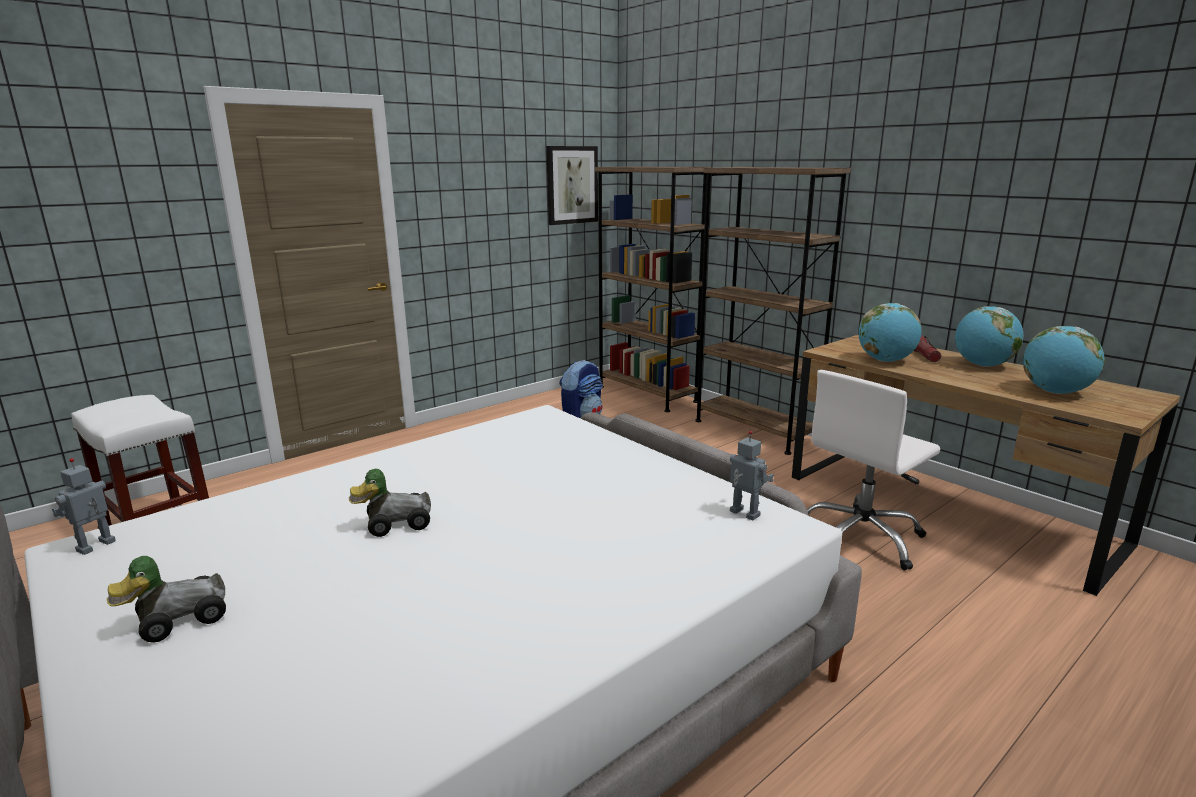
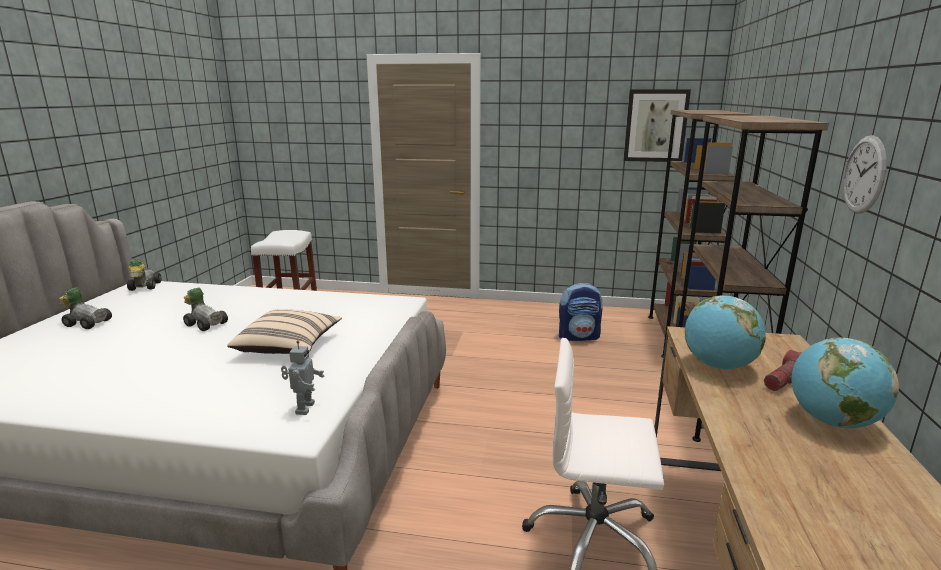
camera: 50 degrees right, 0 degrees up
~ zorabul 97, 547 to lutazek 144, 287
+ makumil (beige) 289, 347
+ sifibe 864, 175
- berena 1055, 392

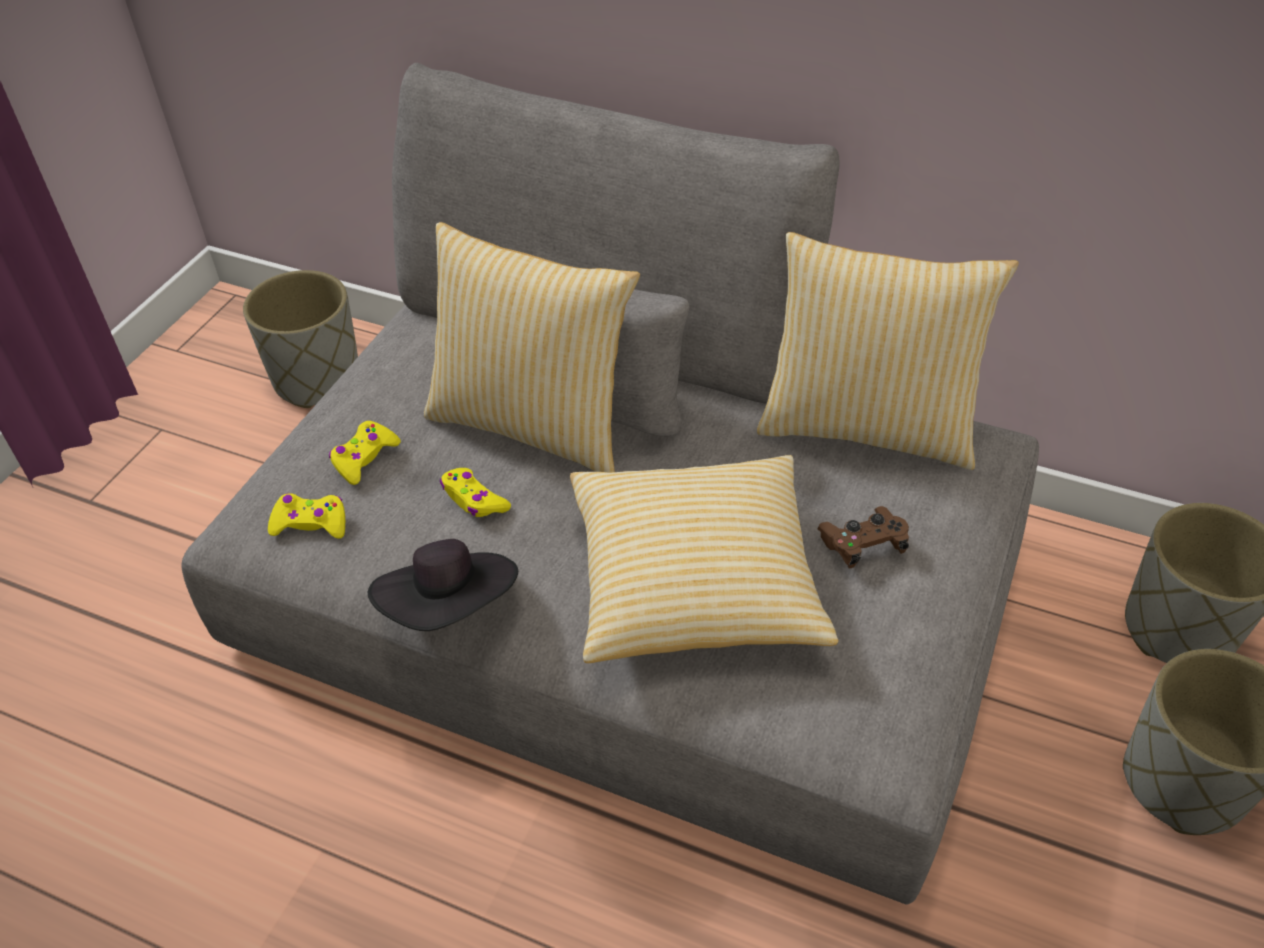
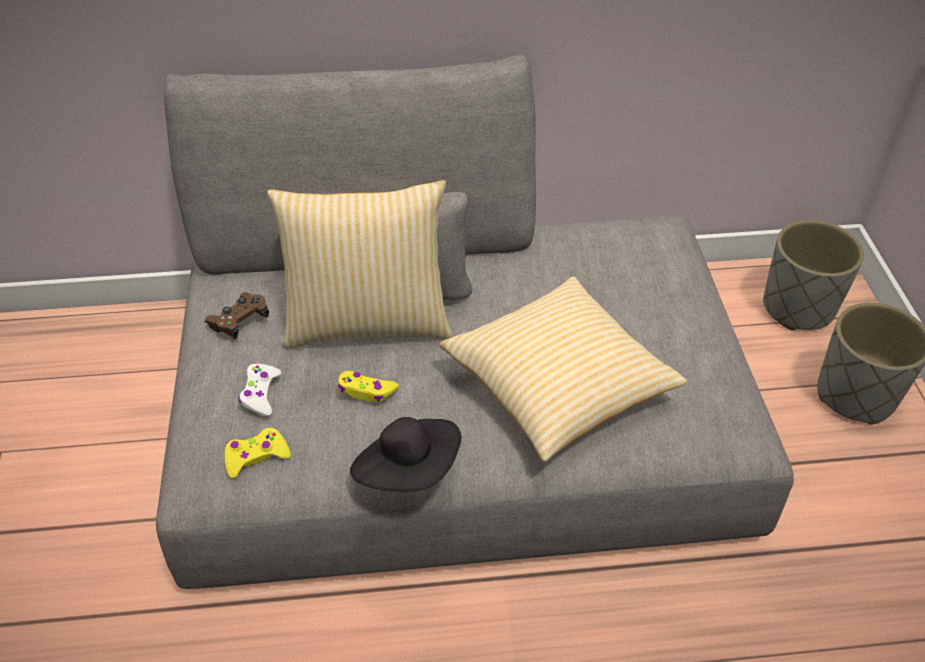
camera: 30 degrees left, 0 degrees up
~ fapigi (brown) 863, 545 to 240, 322
~ fapigi (yellow) 364, 458 to fapigi (white) 260, 394
- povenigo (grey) 317, 380
- makumil 867, 426

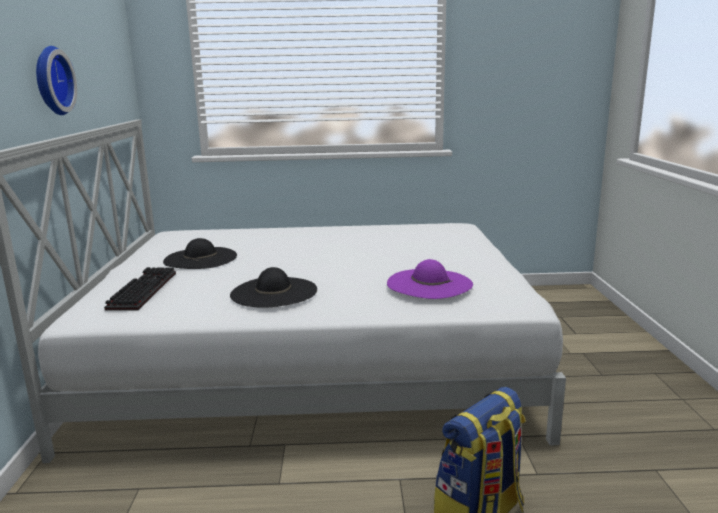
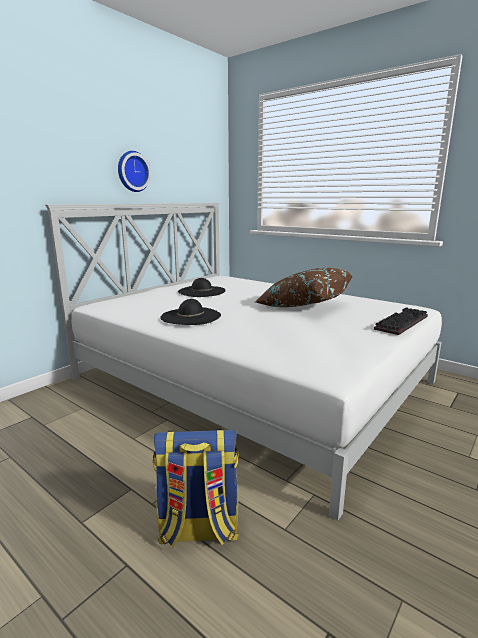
camera: 40 degrees right, 0 degrees up
+ makumil (brown) 302, 305
~ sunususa 142, 290 to 400, 322
- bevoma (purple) 429, 283

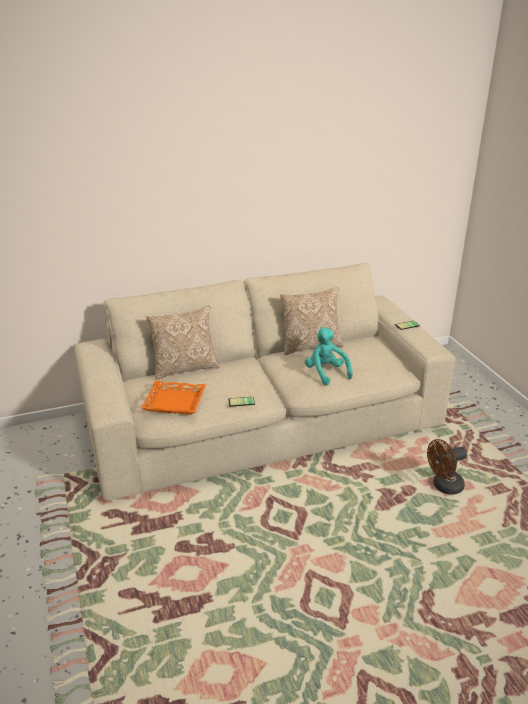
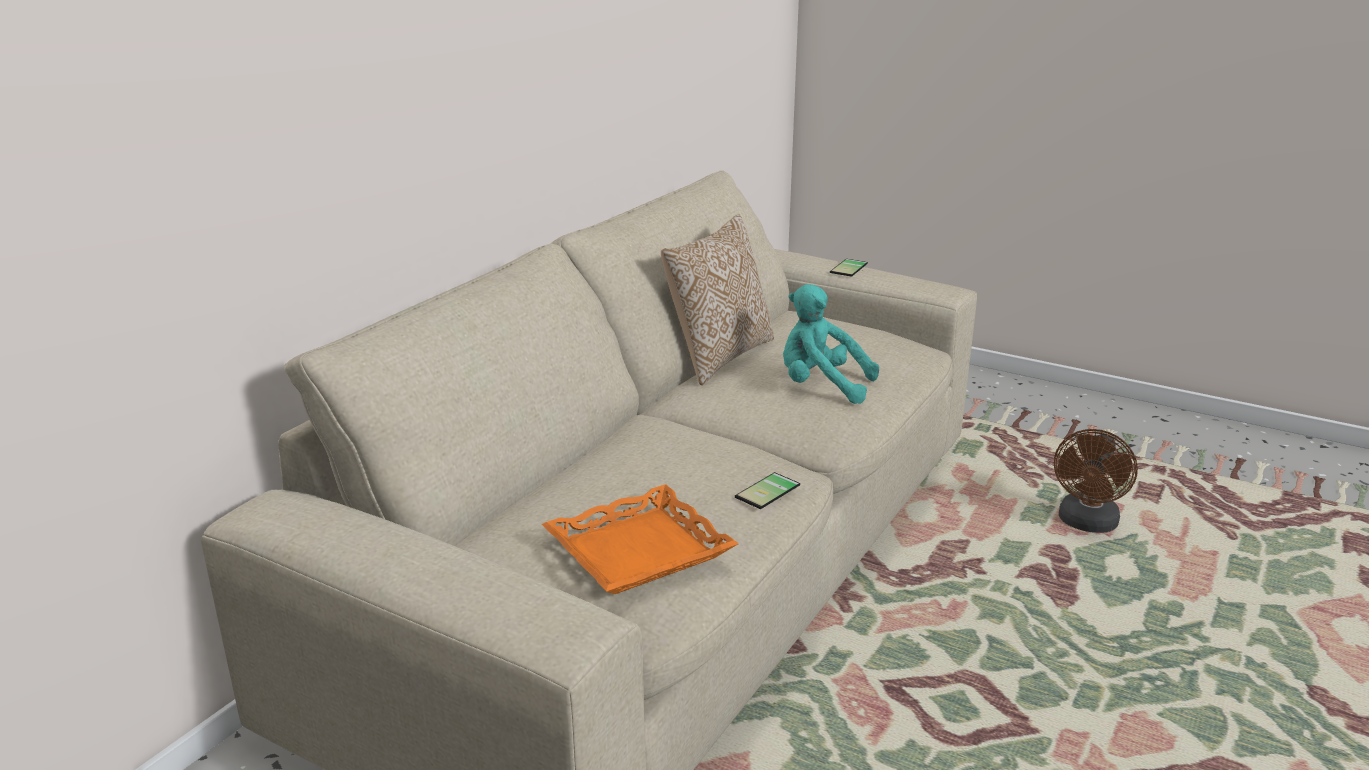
camera: 40 degrees left, 5 degrees down
- makumil 184, 368

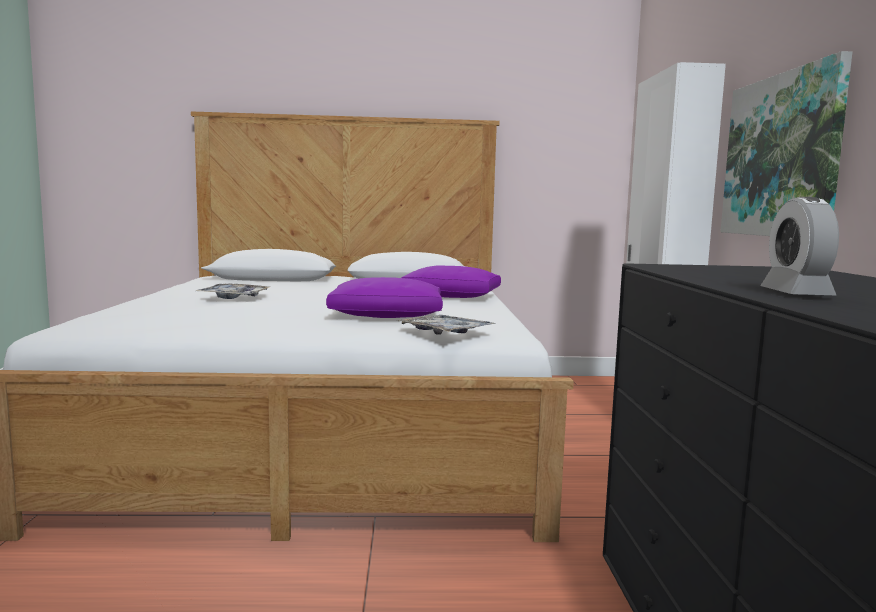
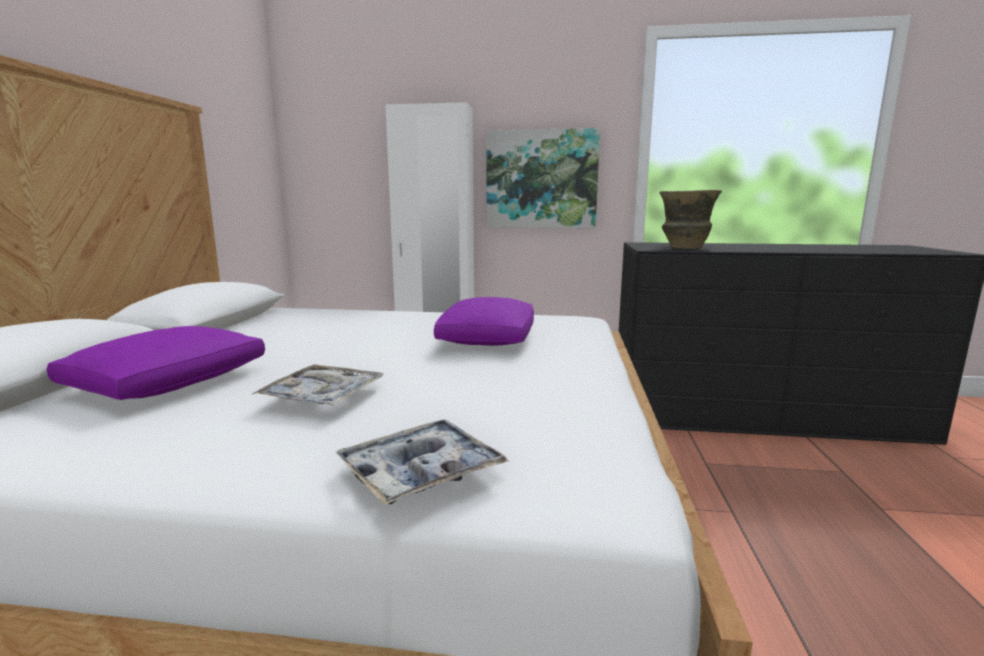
camera: 80 degrees left, 5 degrees up
~ makumil (purple) 452, 296 to 170, 382
~ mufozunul 446, 332 to 420, 472
+ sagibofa 684, 248
- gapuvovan 796, 293

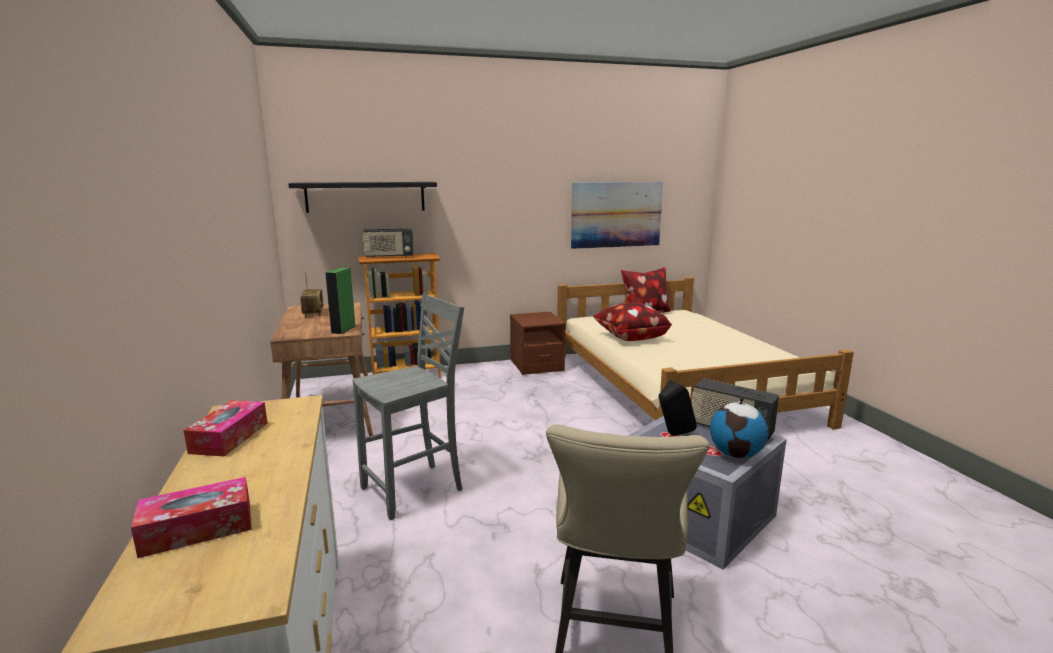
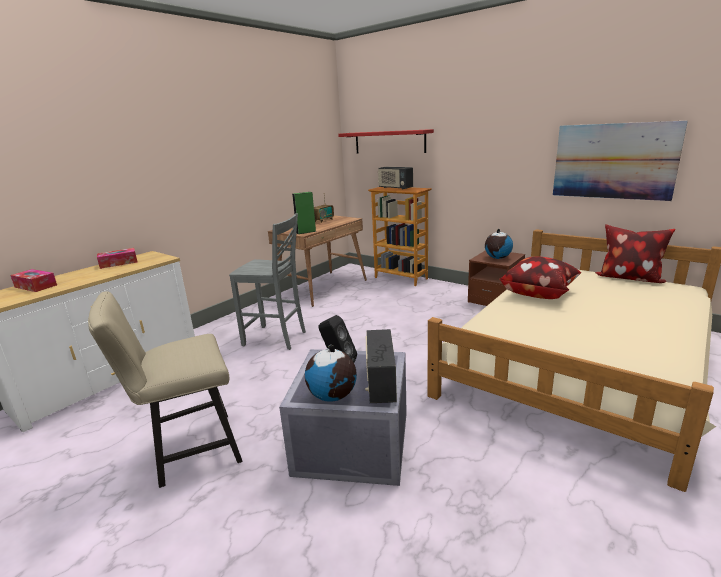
camera: 55 degrees right, 5 degrees up
~ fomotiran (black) 365, 196 to fomotiran (red) 389, 142
+ berena 497, 258

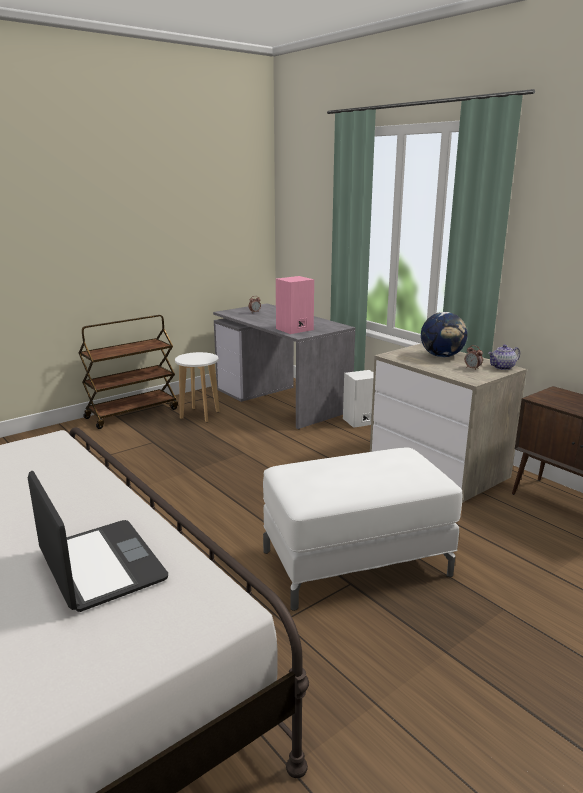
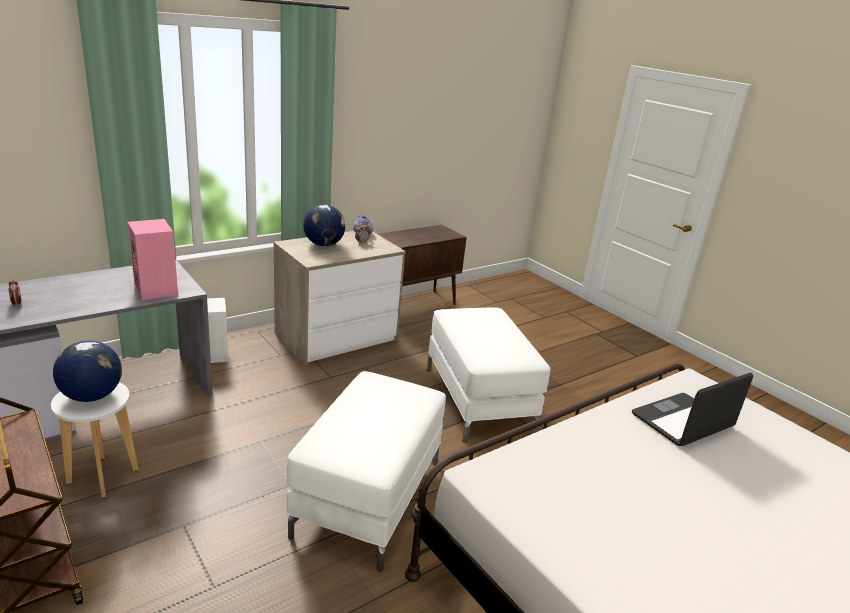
camera: 90 degrees left, 5 degrees up
+ berena 91, 396
+ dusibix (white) 368, 495

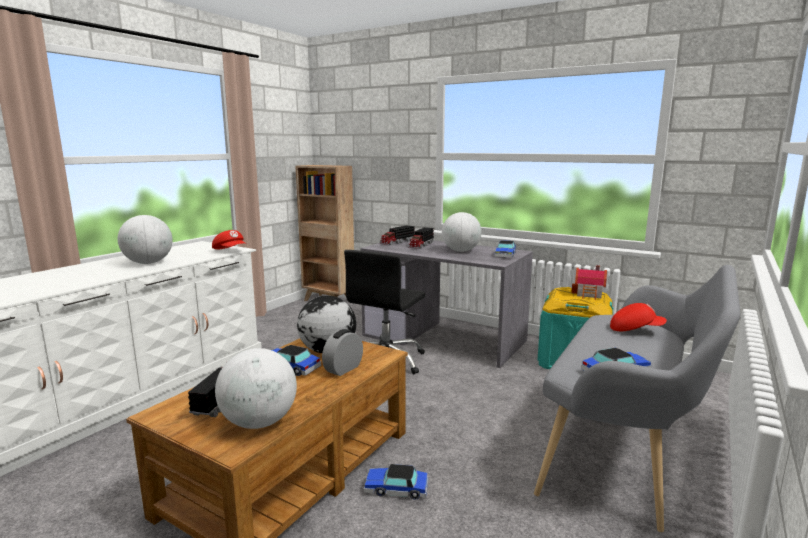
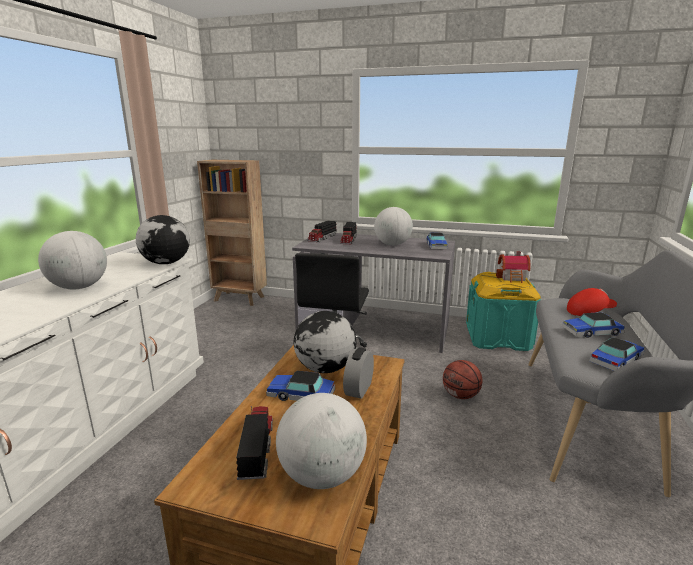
camera: 15 degrees left, 5 degrees up
~ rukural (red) 230, 251 to berena 166, 263
+ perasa 460, 395
~ lutazek 396, 489 to 592, 332

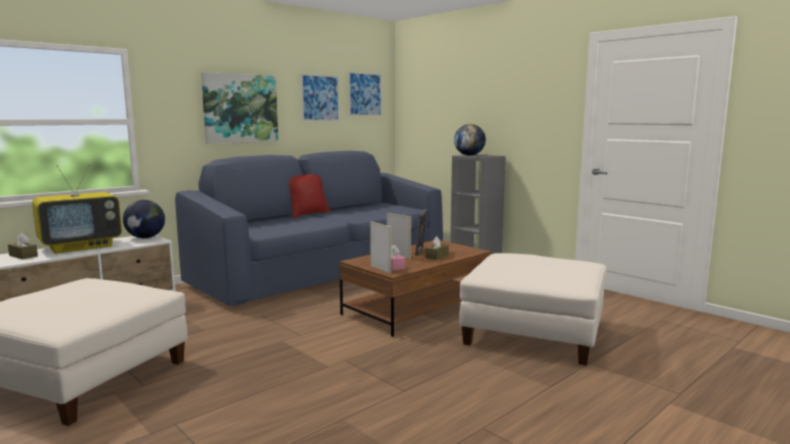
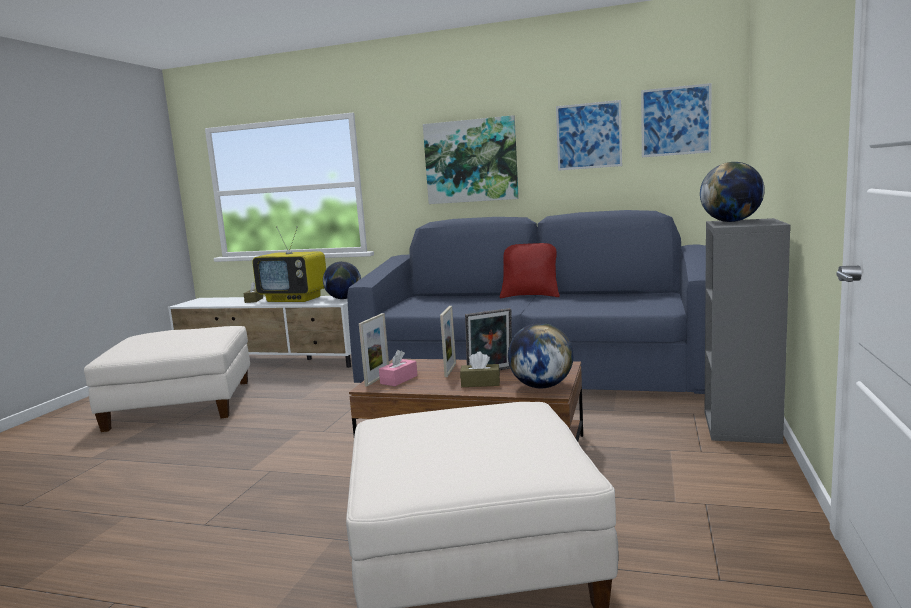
camera: 60 degrees right, 0 degrees up
+ berena 541, 386

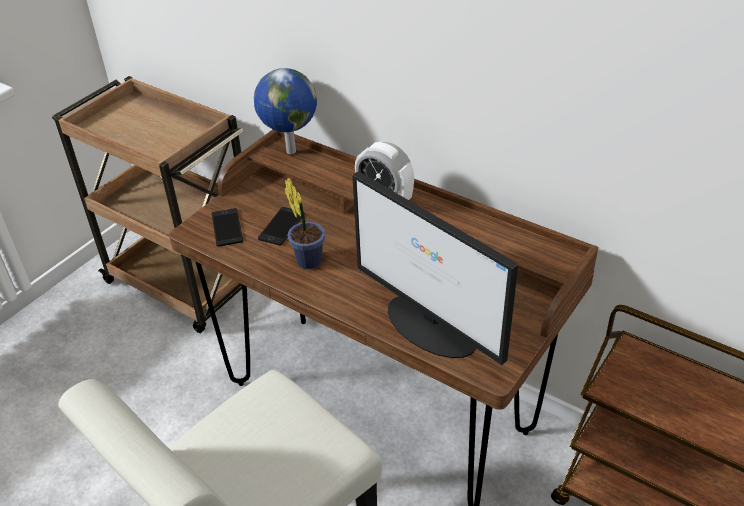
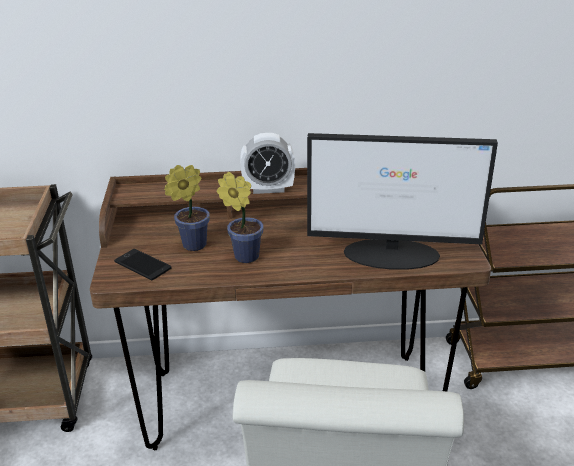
camera: 40 degrees left, 10 degrees down
~ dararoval 281, 226 to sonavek 191, 245
- berena 289, 151

